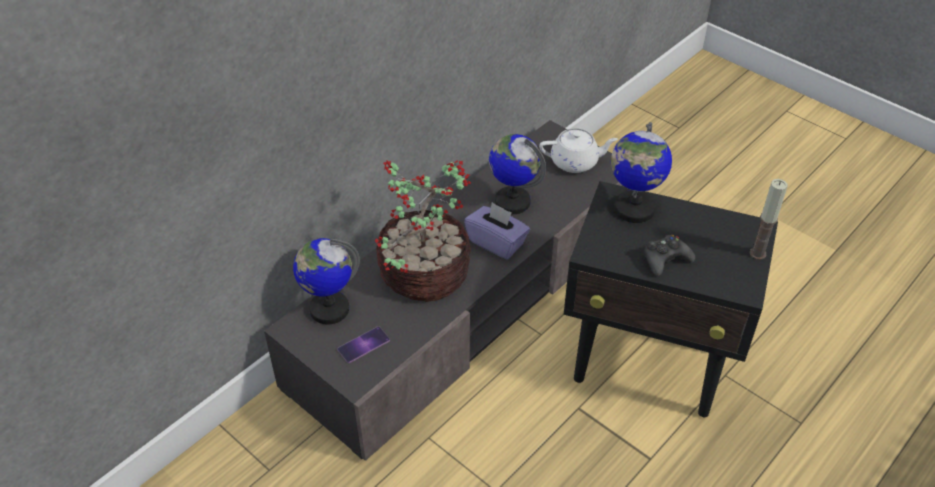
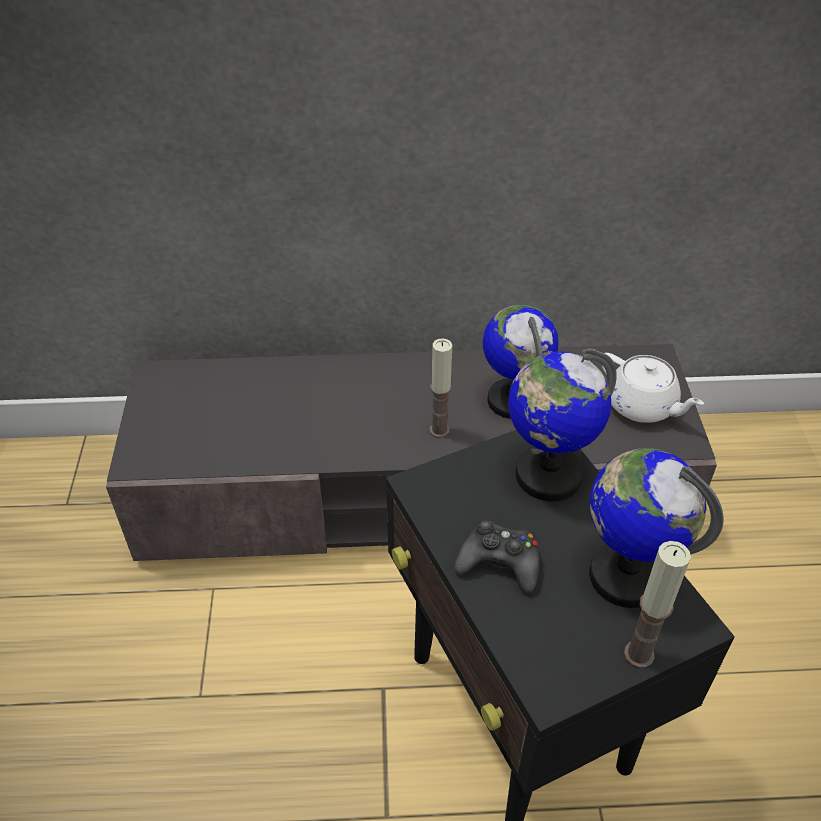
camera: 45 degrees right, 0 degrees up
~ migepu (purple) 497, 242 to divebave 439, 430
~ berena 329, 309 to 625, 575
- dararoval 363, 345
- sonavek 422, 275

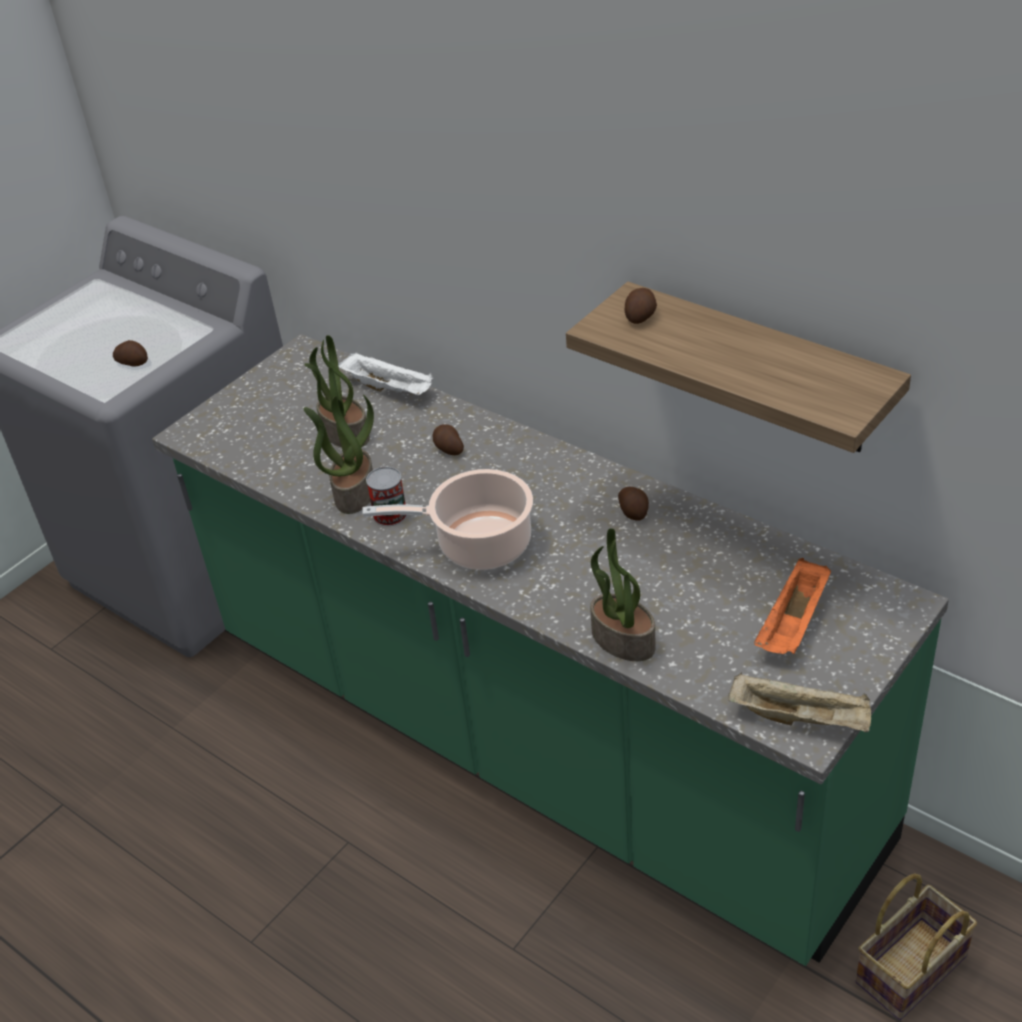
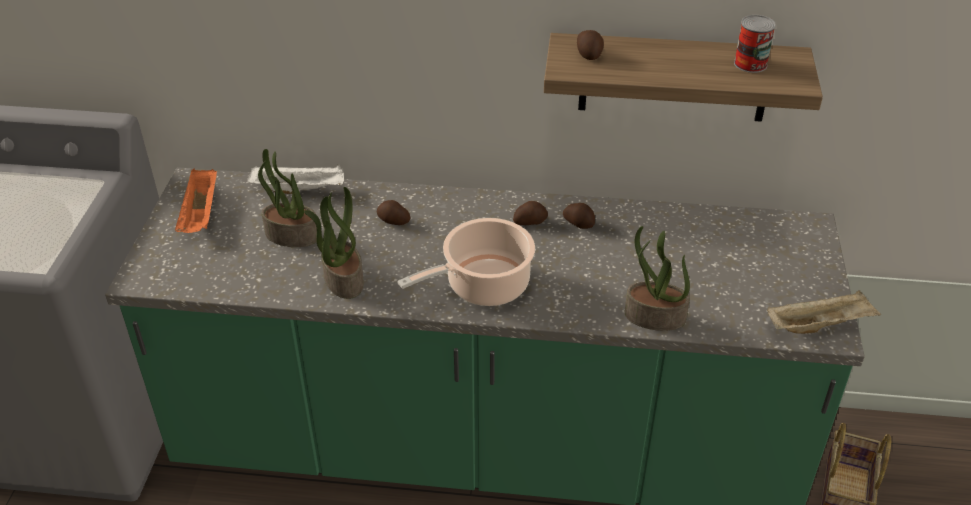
camera: 35 degrees left, 0 degrees up
~ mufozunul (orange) 793, 624 to 201, 214
~ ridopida 133, 362 to 529, 221
~ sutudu 390, 514 to 750, 64

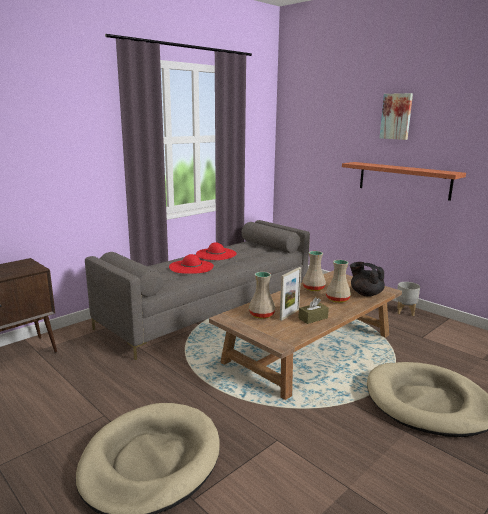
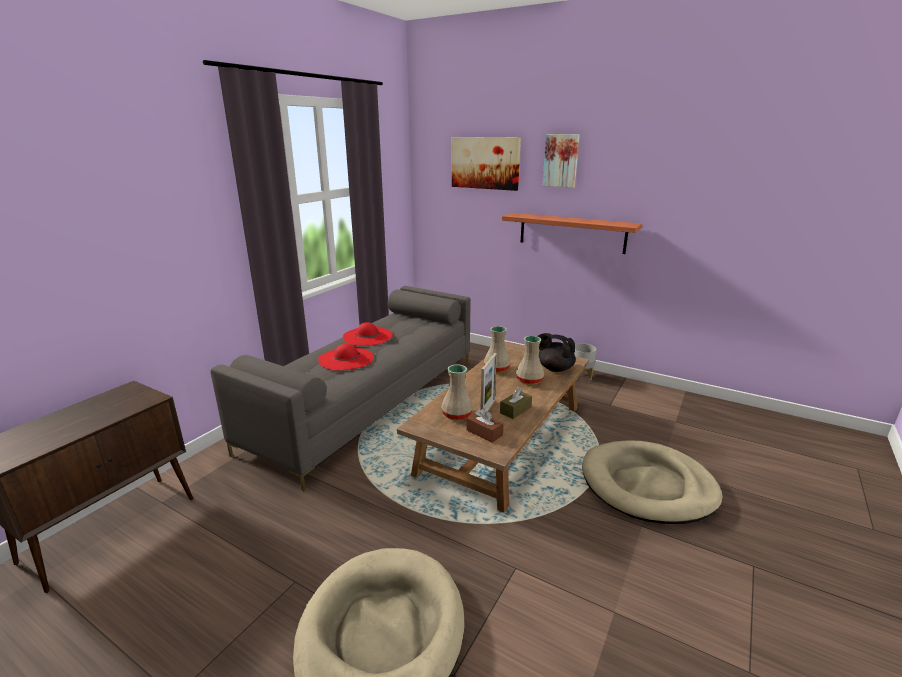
camera: 15 degrees left, 5 degrees up
+ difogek 485, 163
+ migepu (brown) 484, 432

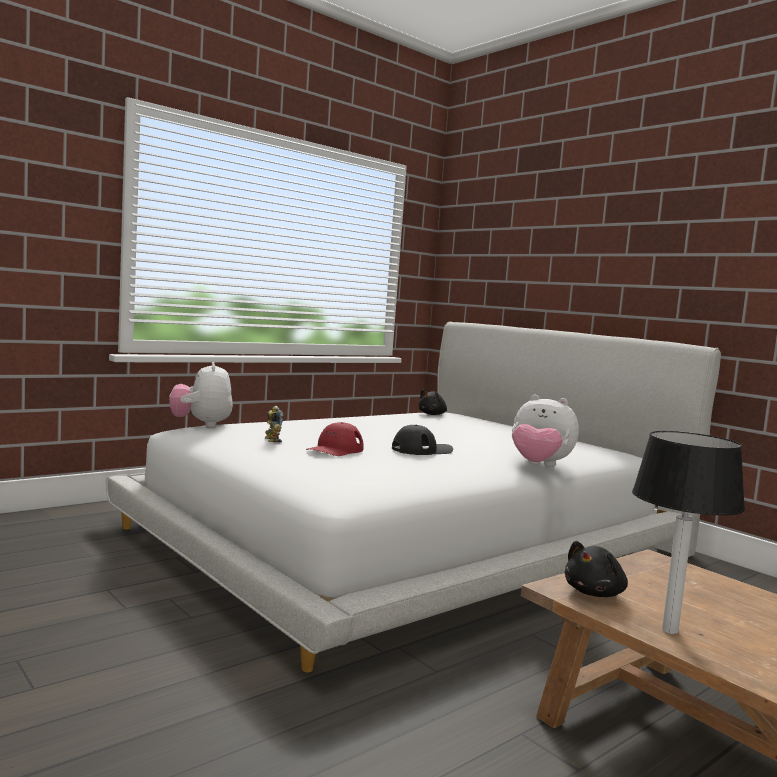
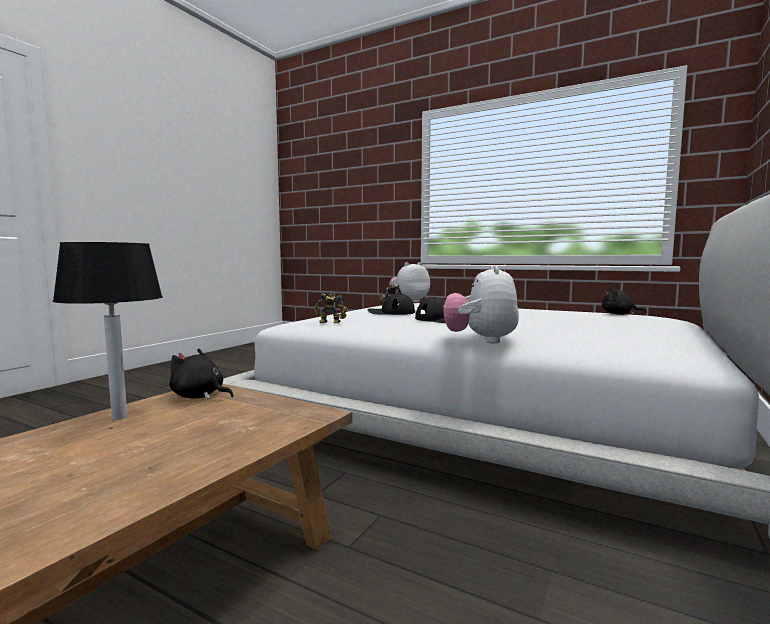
camera: 70 degrees right, 0 degrees up
+ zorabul 330, 323
~ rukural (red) 335, 450 to rukural (black) 391, 312

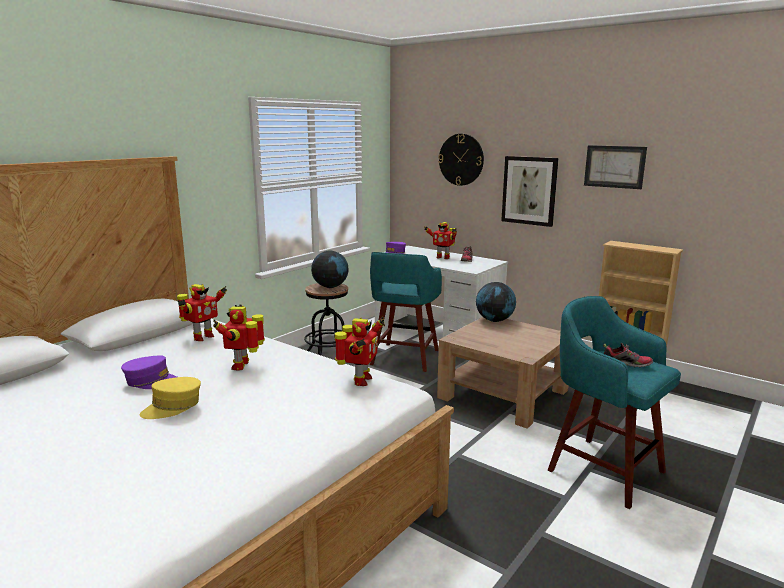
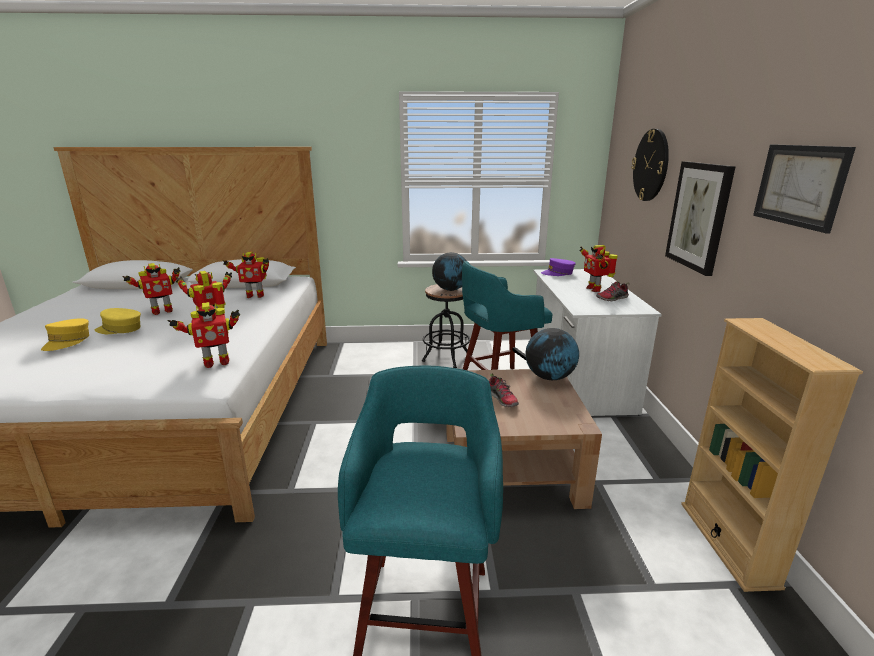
camera: 50 degrees right, 5 degrees up
+ rukural (yellow) 68, 341
~ rukural (purple) 151, 381 to zorabul 161, 311
~ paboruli 626, 364 to 502, 399

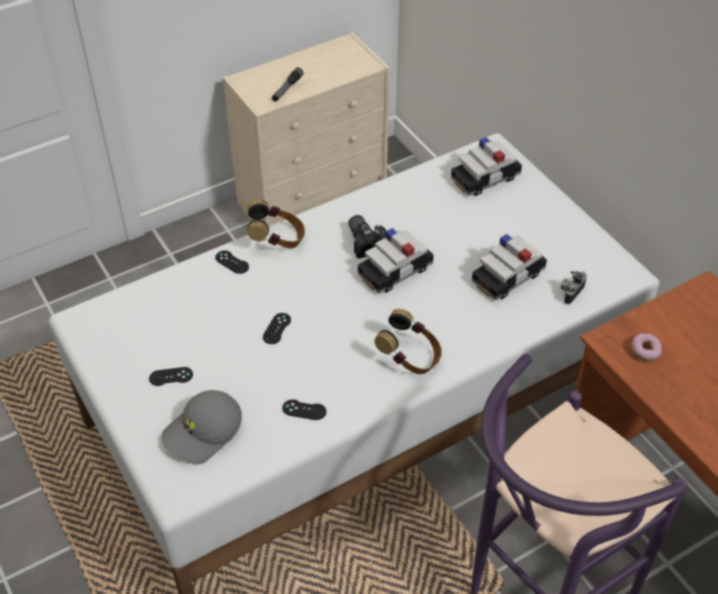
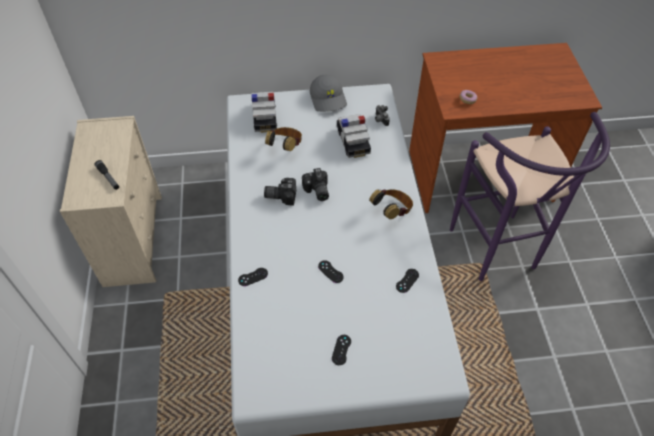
camera: 65 degrees left, 5 degrees up
~ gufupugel 277, 240 to 285, 147
~ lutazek 395, 271 to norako 316, 191
~ rukural (grey) 203, 433 to 328, 99

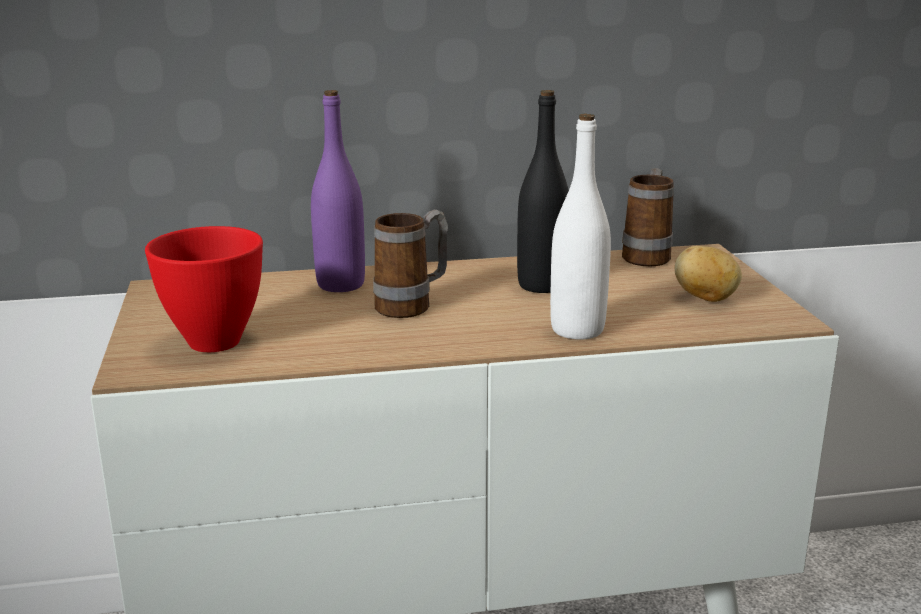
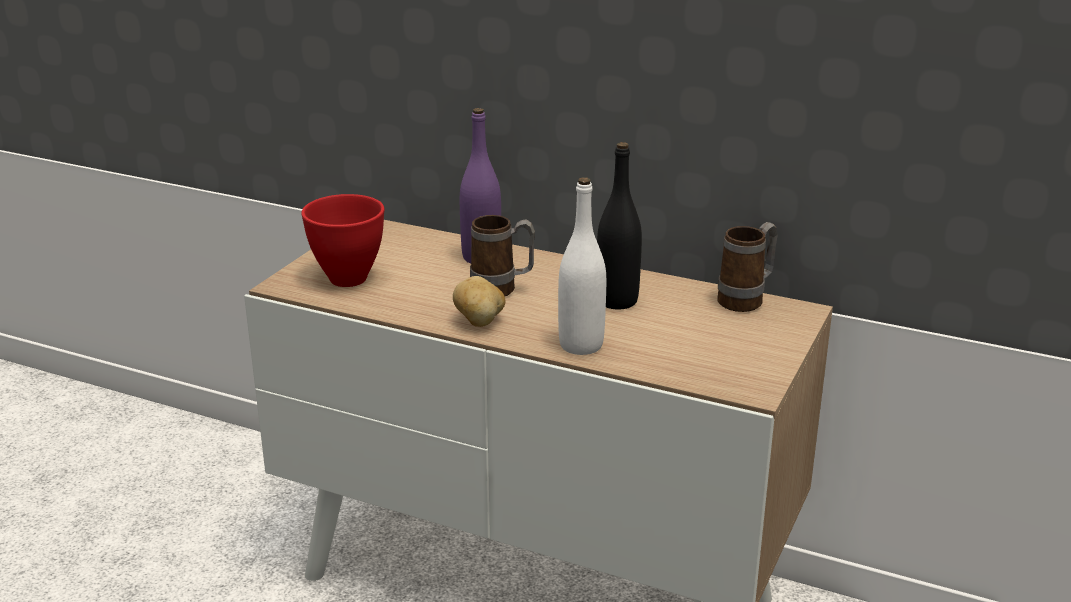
camera: 35 degrees right, 5 degrees up
~ ridopida 706, 298 to 479, 322

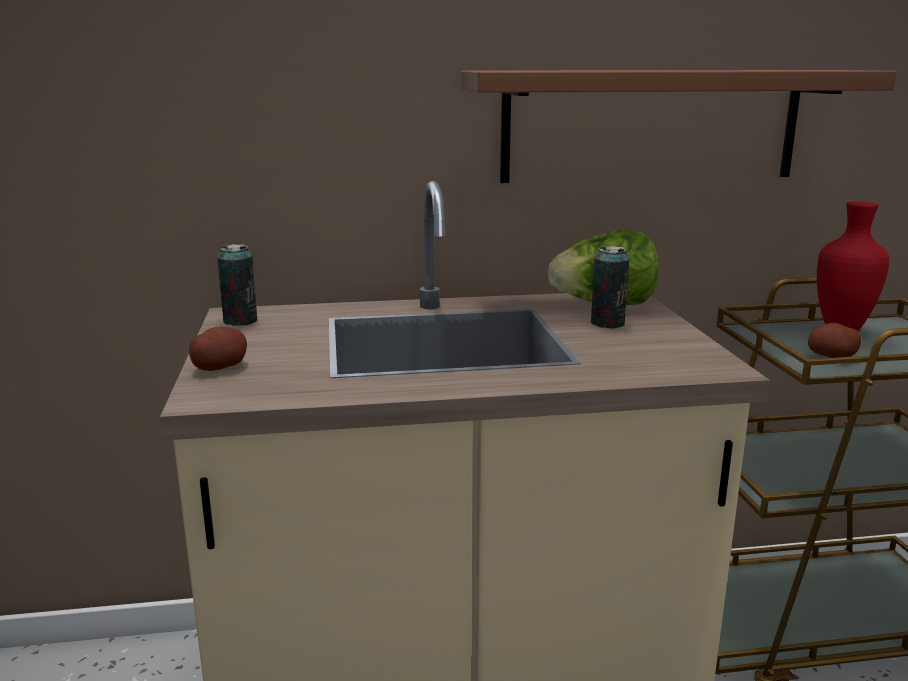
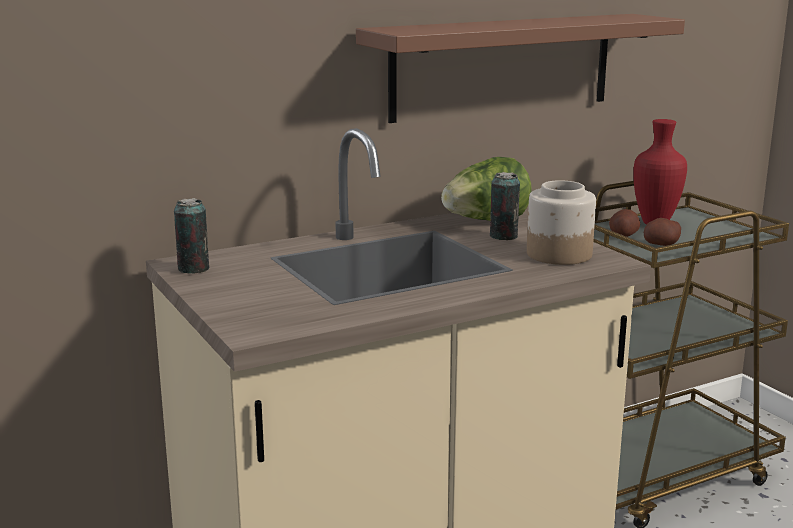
camera: 20 degrees left, 0 degrees up
+ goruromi 558, 255
~ ridopida 220, 367 to 623, 235

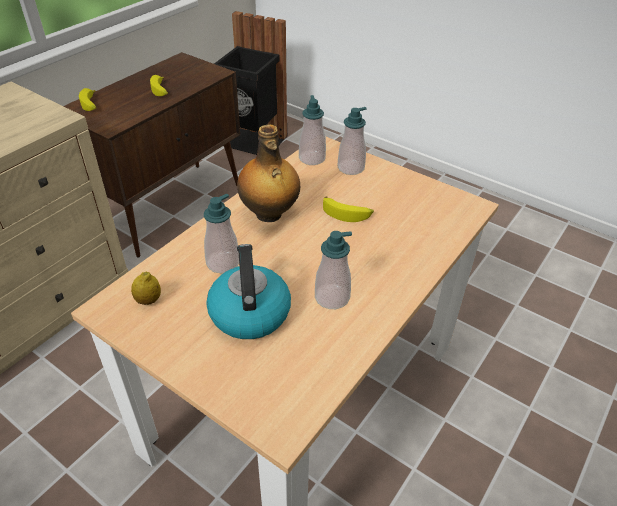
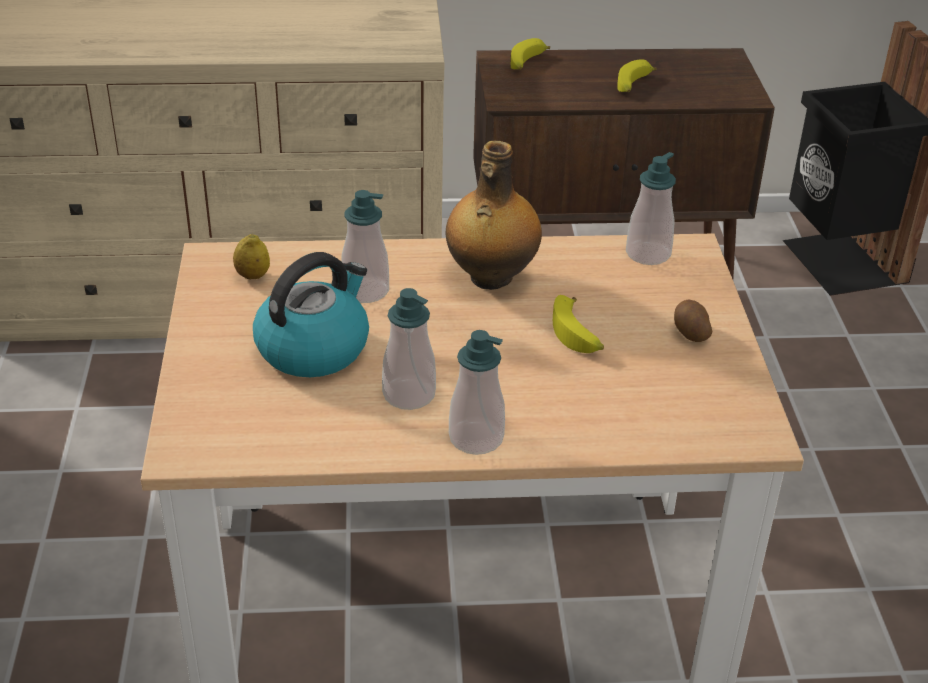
camera: 50 degrees right, 5 degrees down
~ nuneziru 351, 168 to 476, 438
+ ridopida 690, 333

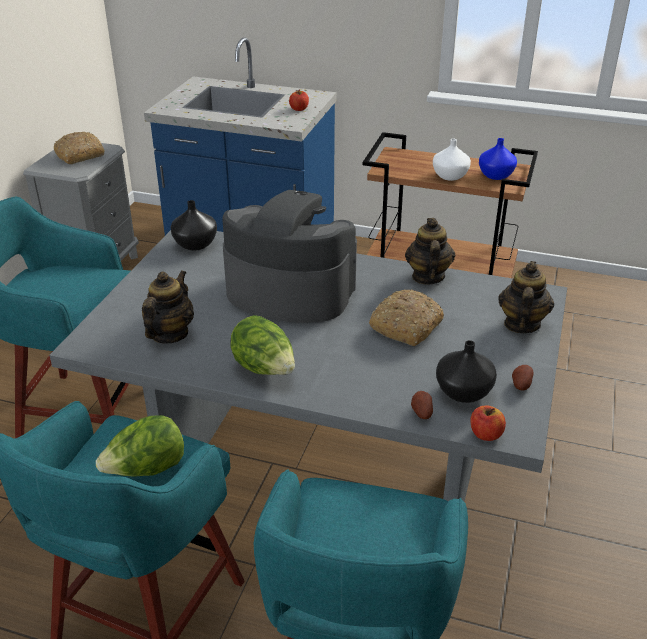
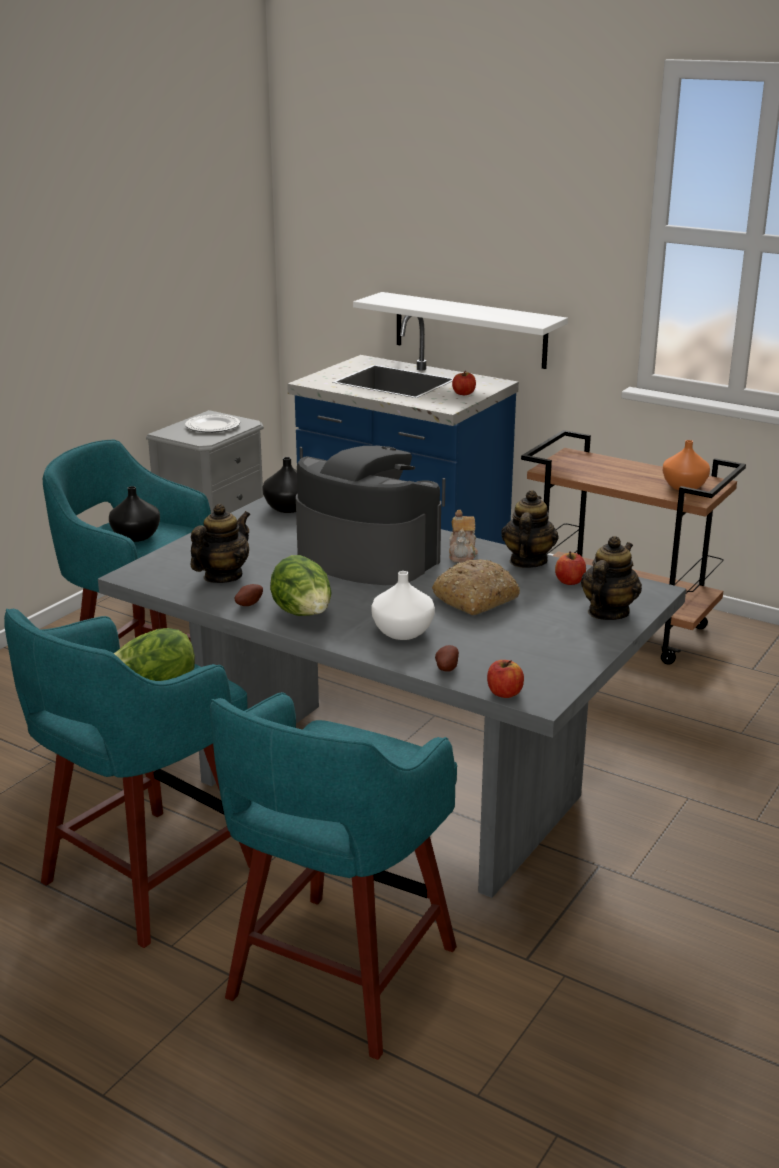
camera: 15 degrees right, 10 degrees down
~ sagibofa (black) 464, 391 to 137, 536
~ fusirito 80, 155 to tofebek 213, 426
~ ridopida 520, 385 to 248, 604
+ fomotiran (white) 470, 330
~ sagibofa (white) 450, 176 to 403, 633
+ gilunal 462, 554
+ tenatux 570, 581
~ sagibofa (blue) 496, 175 to sagibofa (orange) 684, 486

